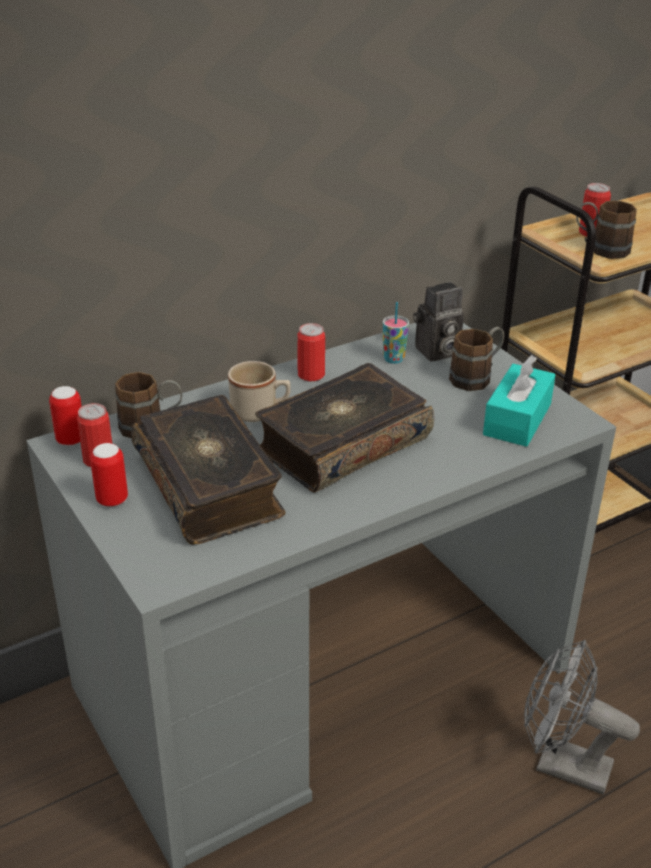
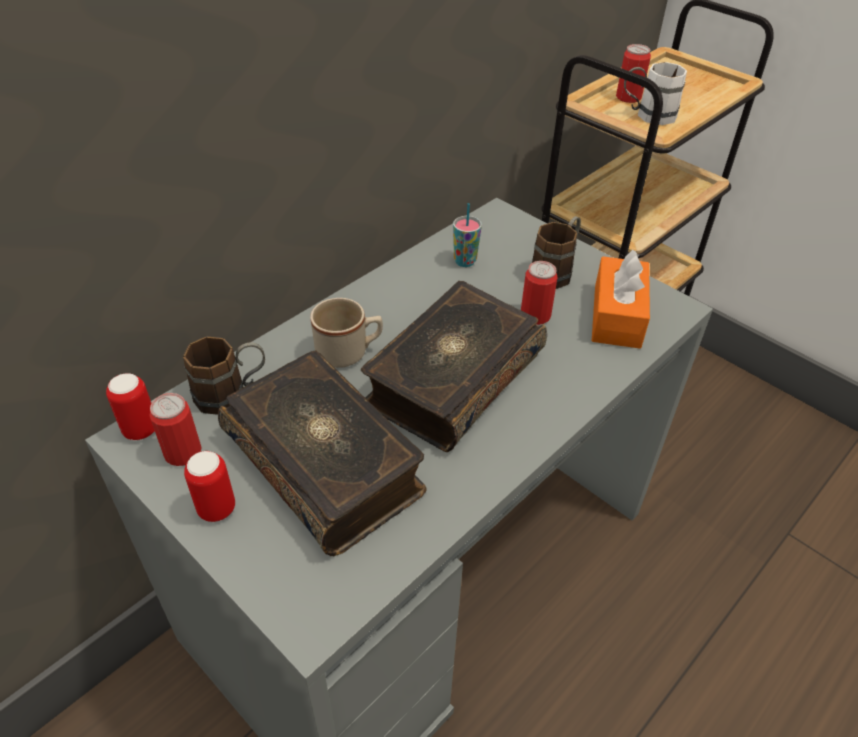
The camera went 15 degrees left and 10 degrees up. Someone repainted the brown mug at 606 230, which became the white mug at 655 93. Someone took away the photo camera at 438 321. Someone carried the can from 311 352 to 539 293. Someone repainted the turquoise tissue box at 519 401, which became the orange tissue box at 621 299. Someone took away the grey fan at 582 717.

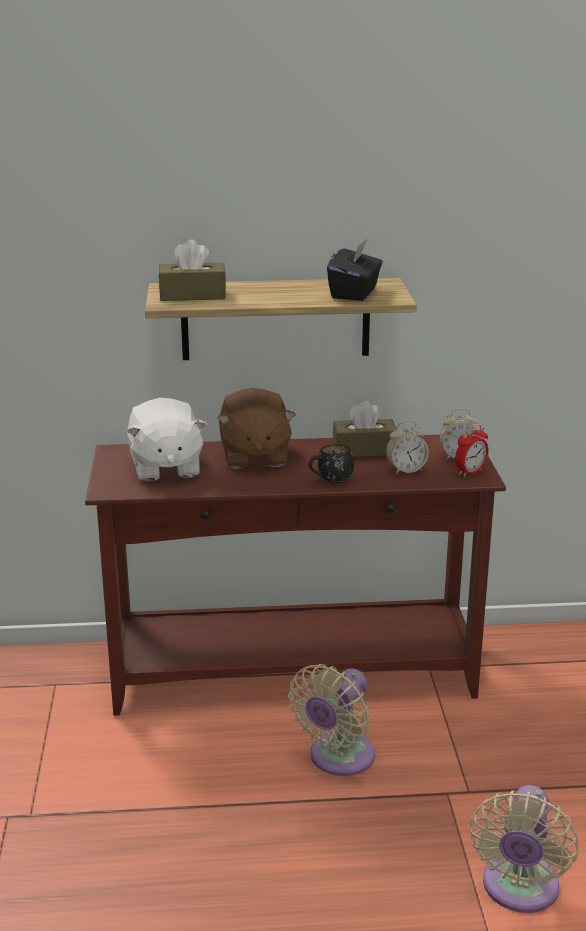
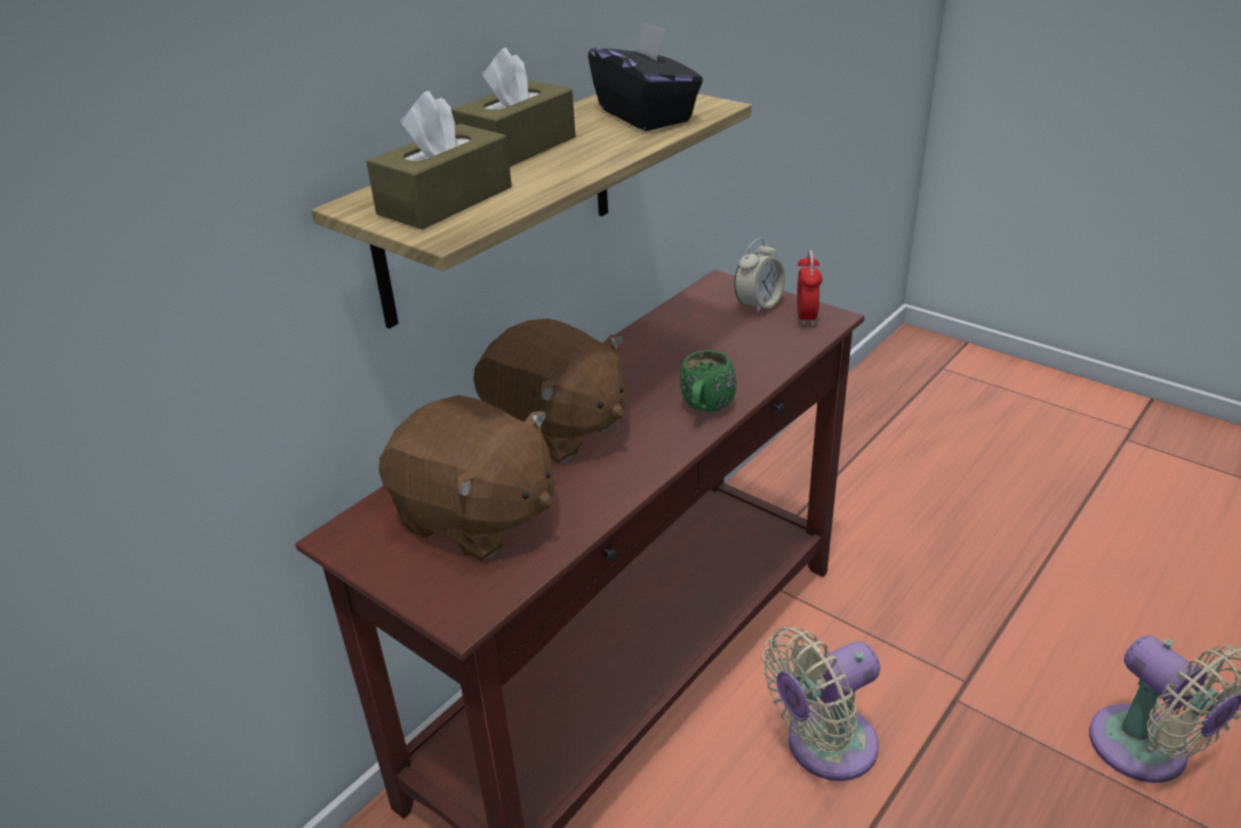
The camera went 45 degrees left and 10 degrees up. Someone repainted the white plush toy at 166 440, which became the brown plush toy at 466 478. Someone carried the brown tissue box from 365 429 to 513 107. Someone took away the alarm clock at 407 447. Someone repainted the black mug at 331 463, which became the green mug at 708 381. Someone rotated the beige fan at 331 720 by 75 degrees clockwise.

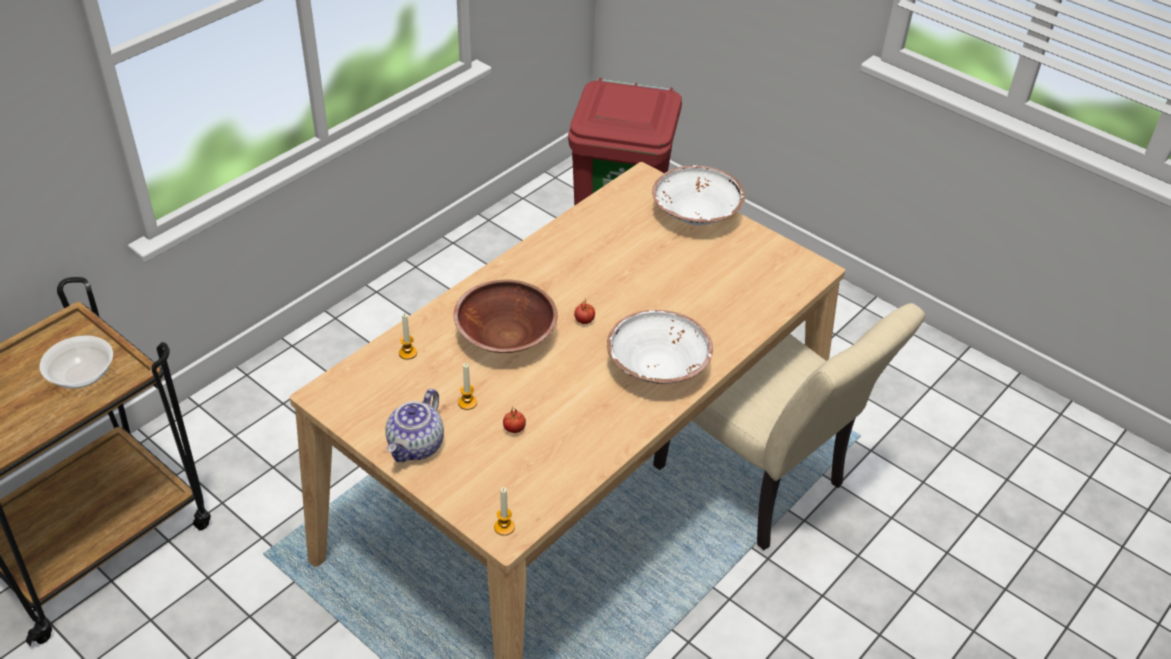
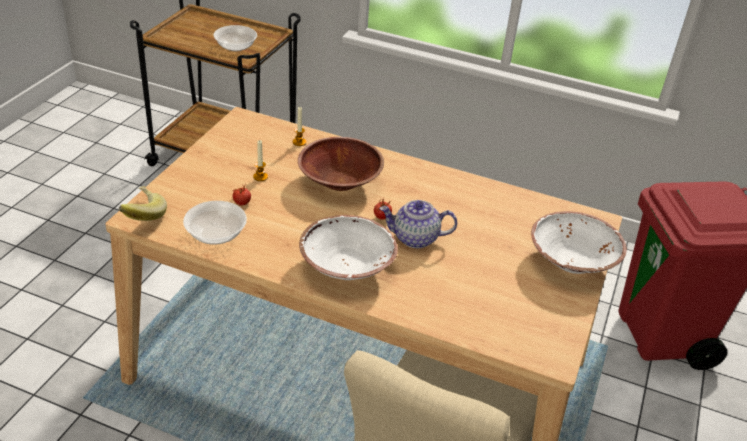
The camera went 70 degrees right and 5 degrees down. Someone carried the teapot from 415 425 to 418 224. Someone swapped the candle at 504 511 for the banana at 143 203. Someone put down the bowl at 215 223.

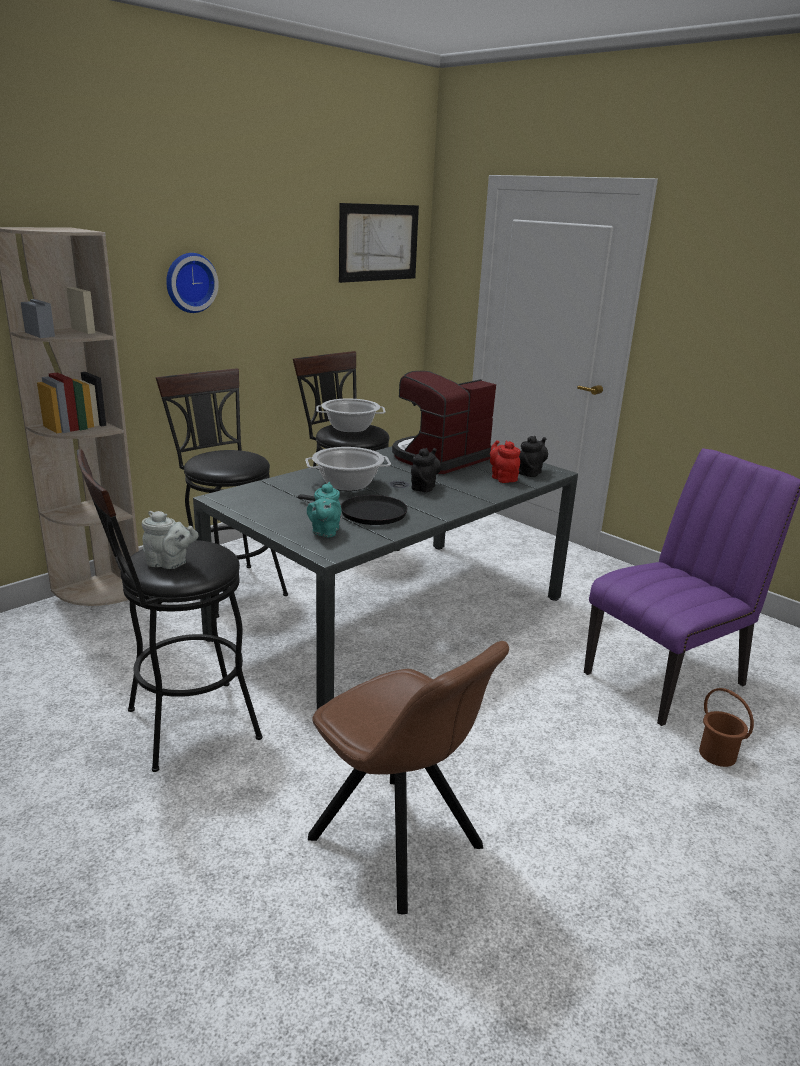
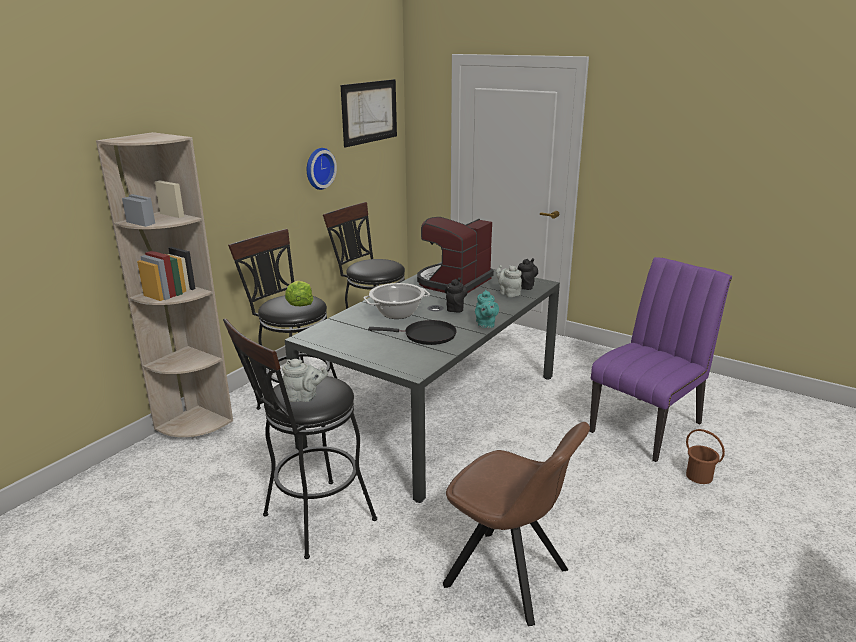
The camera went 10 degrees left and 0 degrees up. Someone carried the wall clock from 192 283 to 322 169. Someone took away the cooking pot at 351 416. Someone repainted the red teapot at 505 461, which became the grey teapot at 509 281. Someone carried the turquoise teapot from 324 509 to 487 309. Someone put down the lettuce at 299 293.

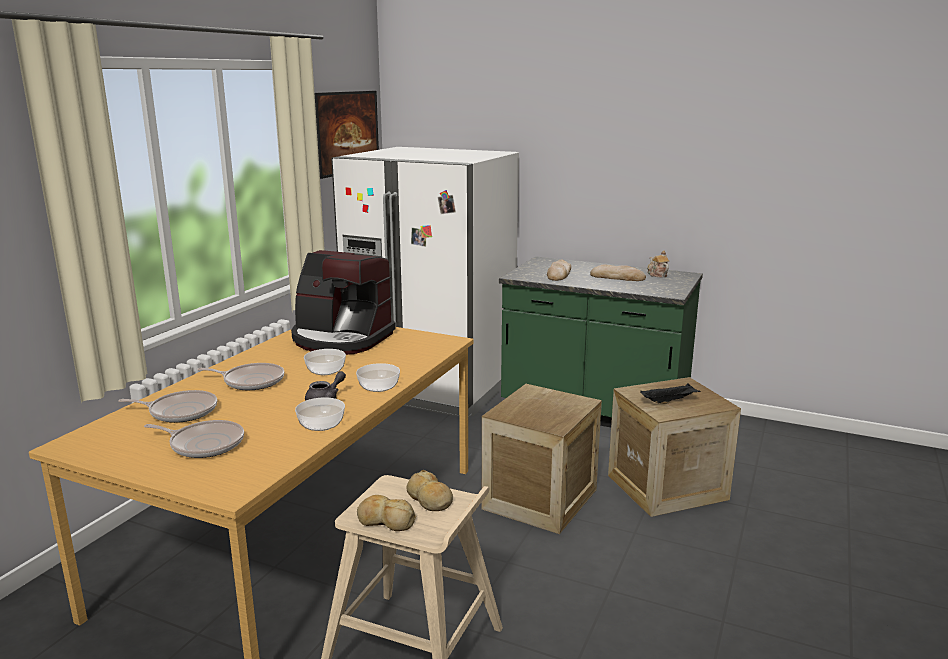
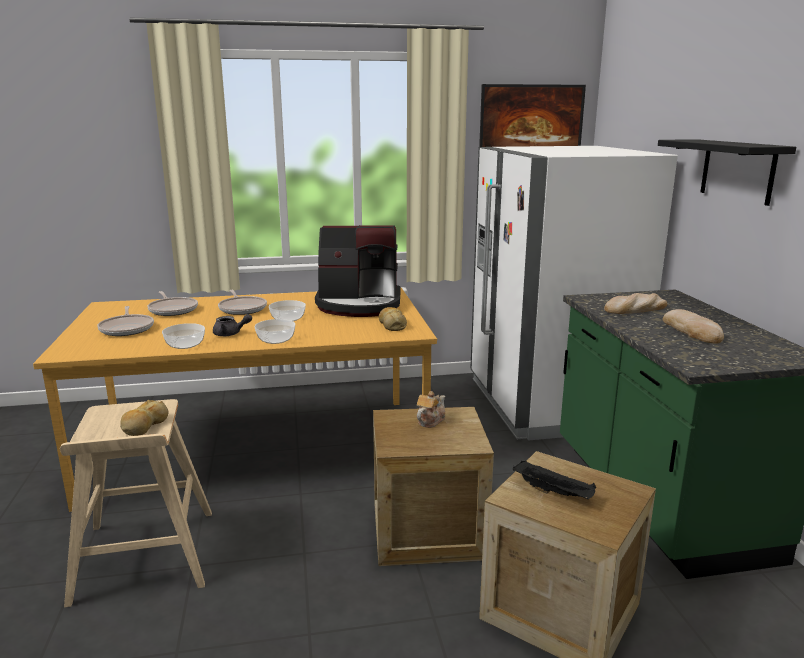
The camera went 55 degrees right and 0 degrees up. Someone rotated the coffee machine at 343 302 by 75 degrees counterclockwise. Someone carried the teapot from 658 264 to 431 409. Someone carried the bread from 386 513 to 393 319. Someone put up the black shelf at 727 172.

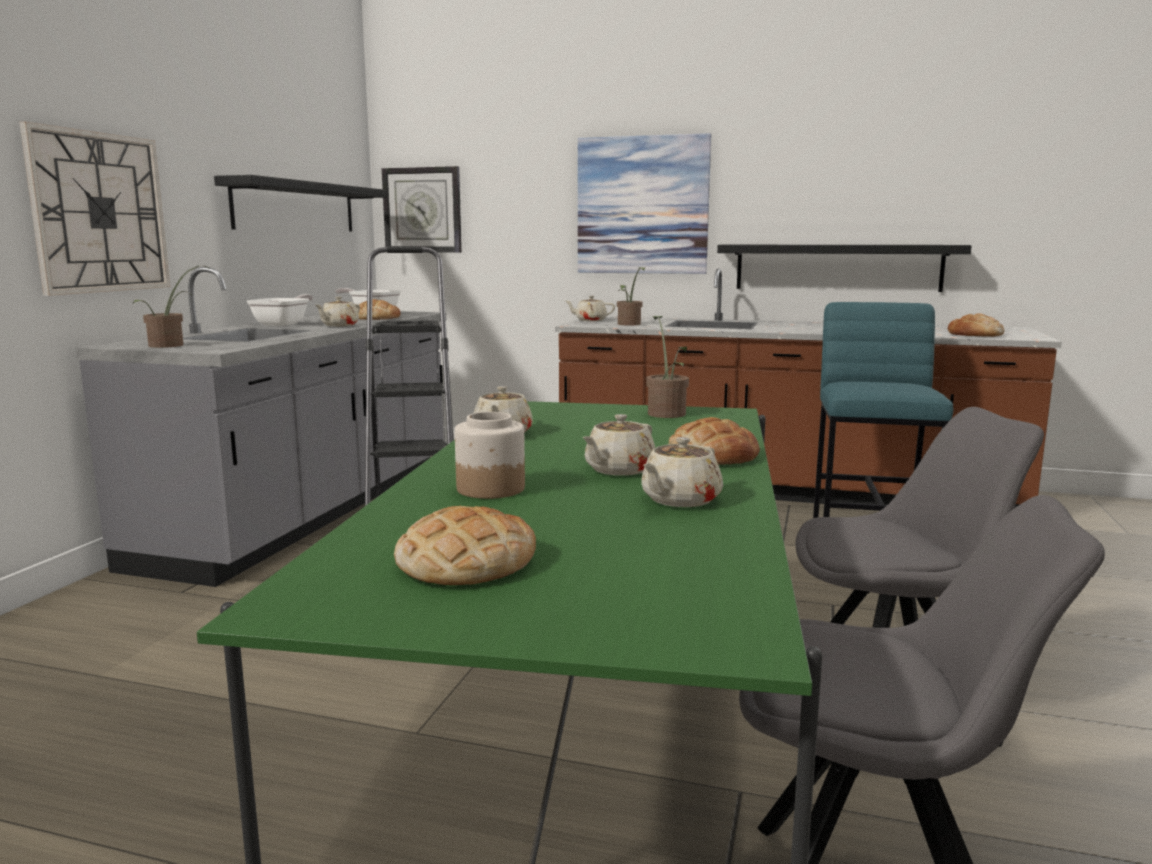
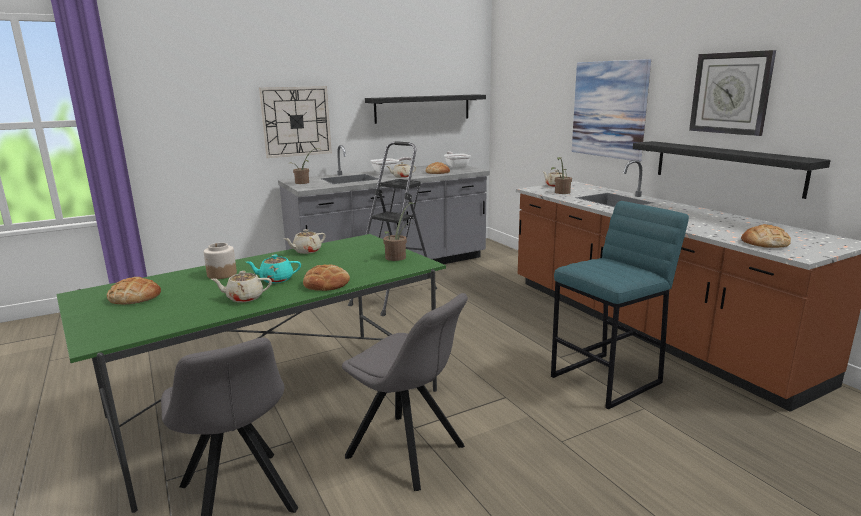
The camera went 45 degrees right and 5 degrees up. Someone carried the wall clock from 422 209 to 732 93. Someone repainted the beige teapot at 618 445, which became the turquoise teapot at 273 268.

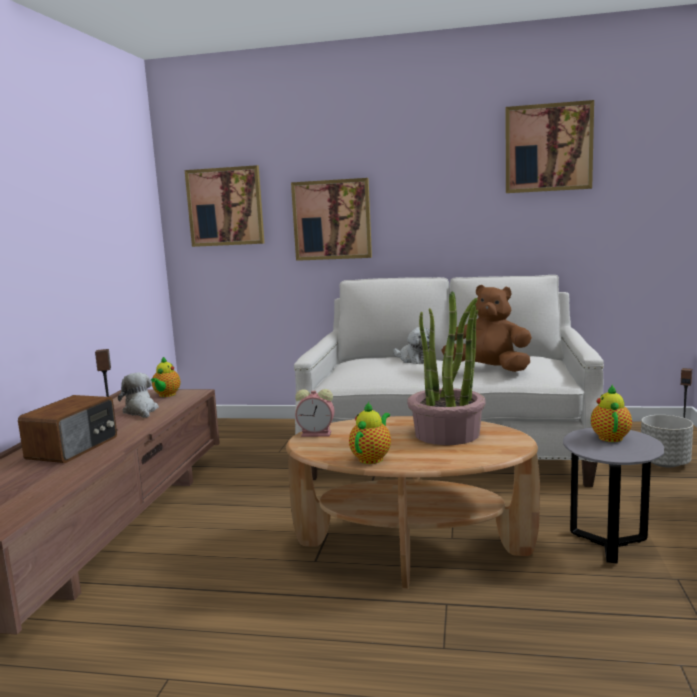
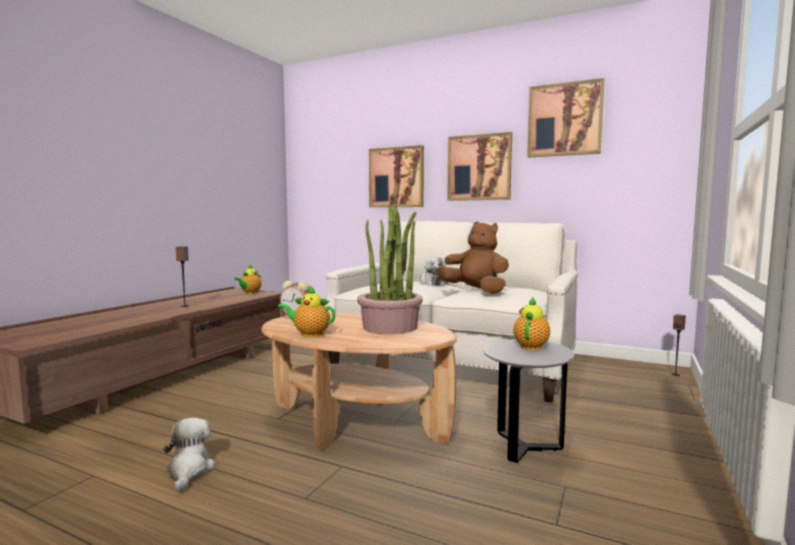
The camera went 15 degrees right and 5 degrees down. Someone carried the picture from 224 206 to 479 166. Someone carried the plush toy from 138 395 to 189 455. Someone took away the radio at 67 429. Someone rotated the teapot at 370 433 by 120 degrees counterclockwise. Someone took away the grey planter at 667 441.

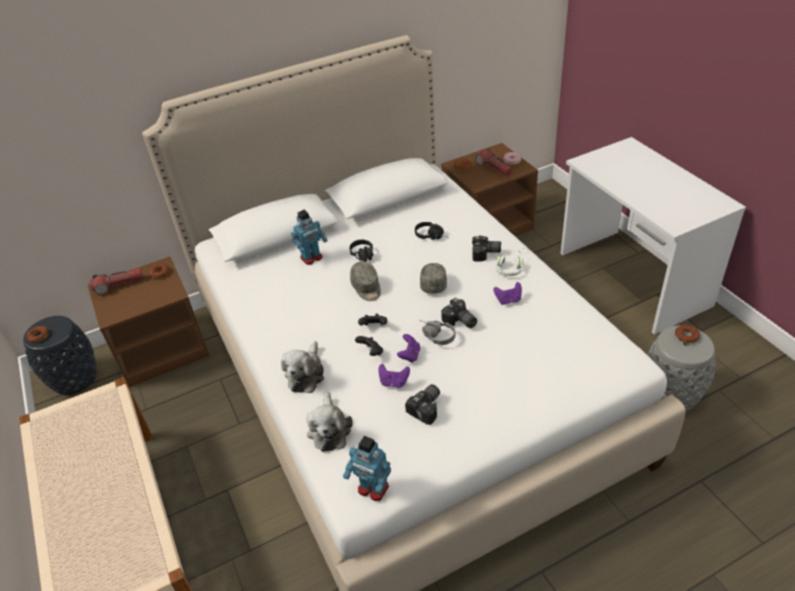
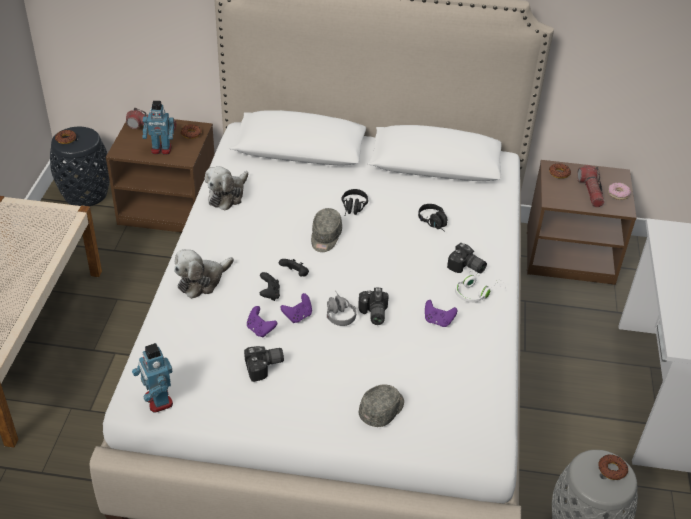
The camera went 30 degrees right and 0 degrees up. Someone carried the toy robot from 309 237 to 158 128. Someone carried the grey cap from 433 278 to 381 406. Someone carried the plush toy from 329 422 to 226 188.

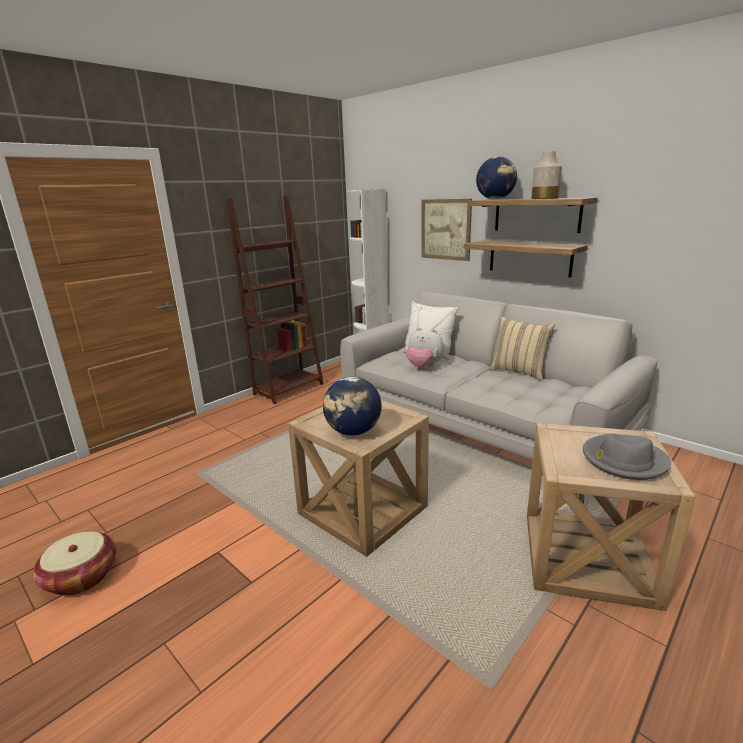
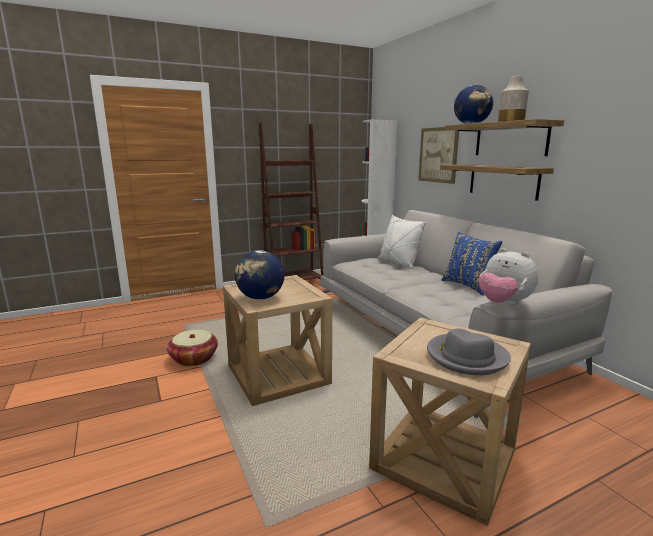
The camera went 20 degrees right and 5 degrees down. Someone repainted the beige pillow at 522 349, which became the blue pillow at 472 263. Someone carried the plush toy from 425 347 to 508 276. Someone carried the basket from 74 563 to 192 348.

